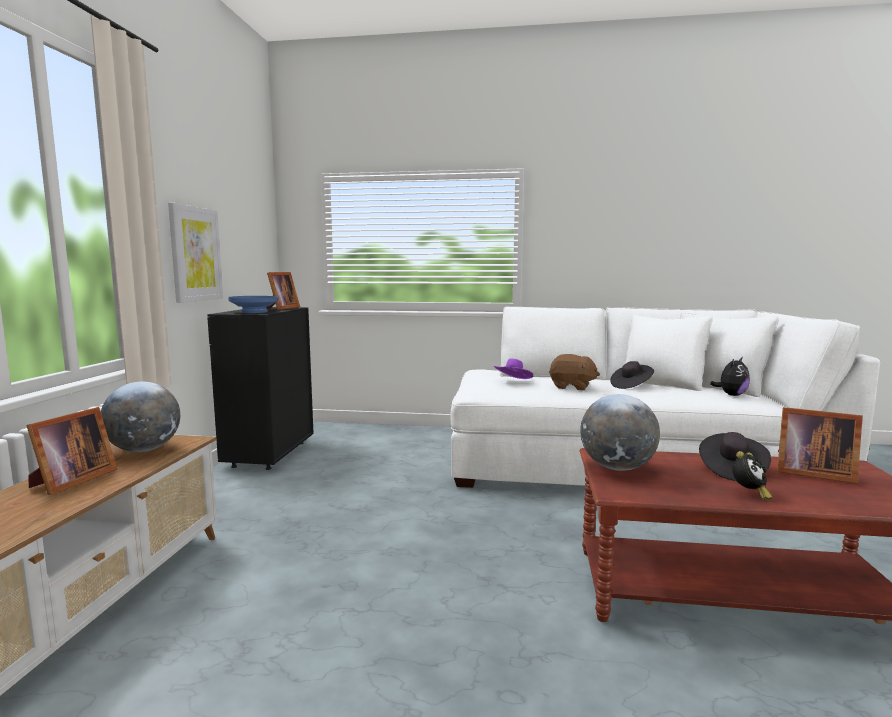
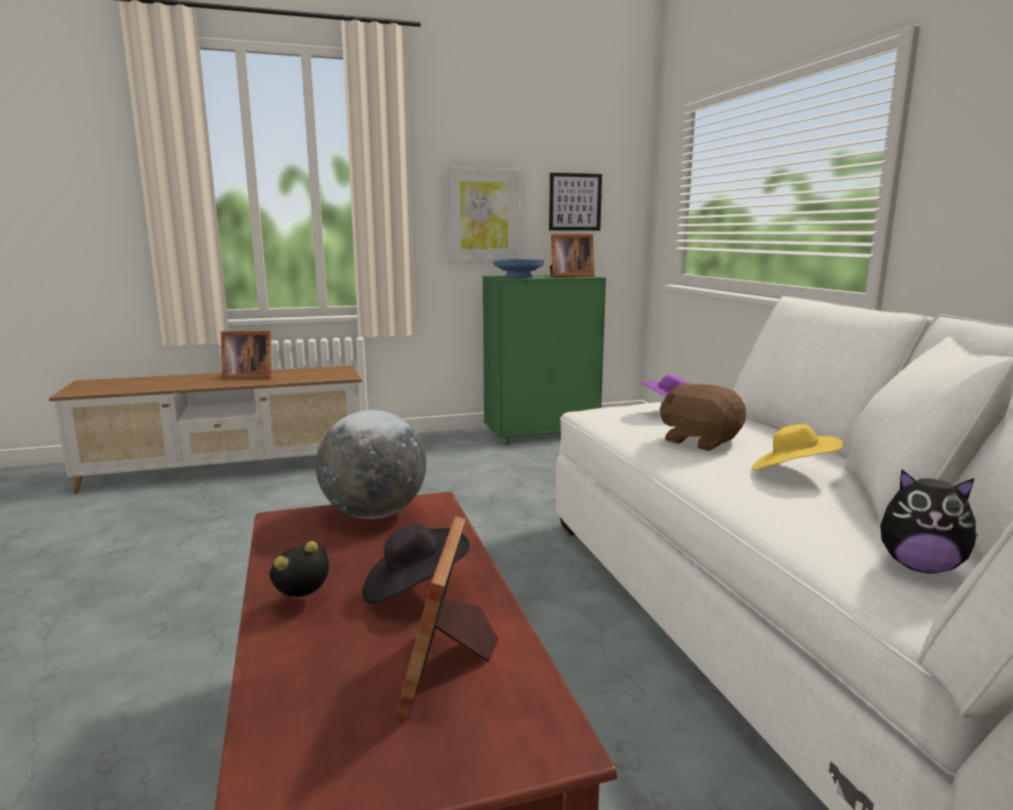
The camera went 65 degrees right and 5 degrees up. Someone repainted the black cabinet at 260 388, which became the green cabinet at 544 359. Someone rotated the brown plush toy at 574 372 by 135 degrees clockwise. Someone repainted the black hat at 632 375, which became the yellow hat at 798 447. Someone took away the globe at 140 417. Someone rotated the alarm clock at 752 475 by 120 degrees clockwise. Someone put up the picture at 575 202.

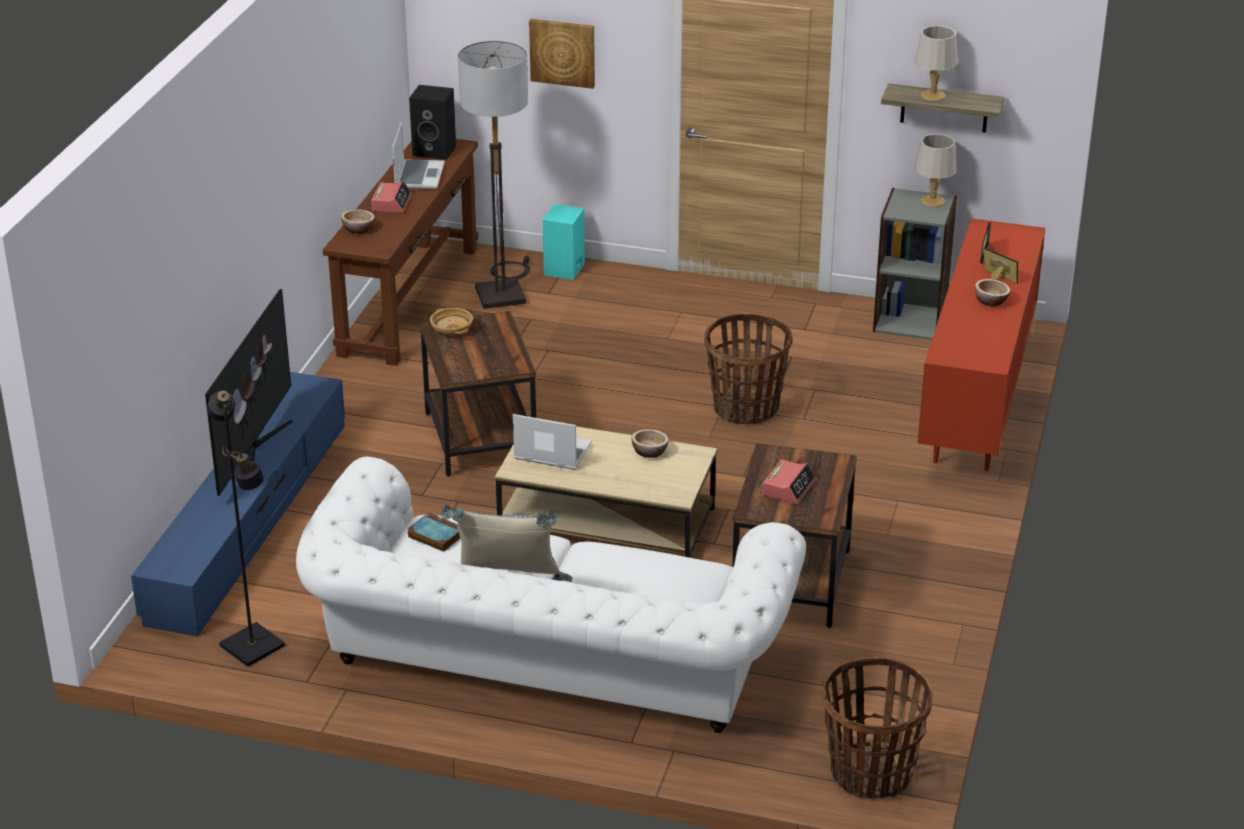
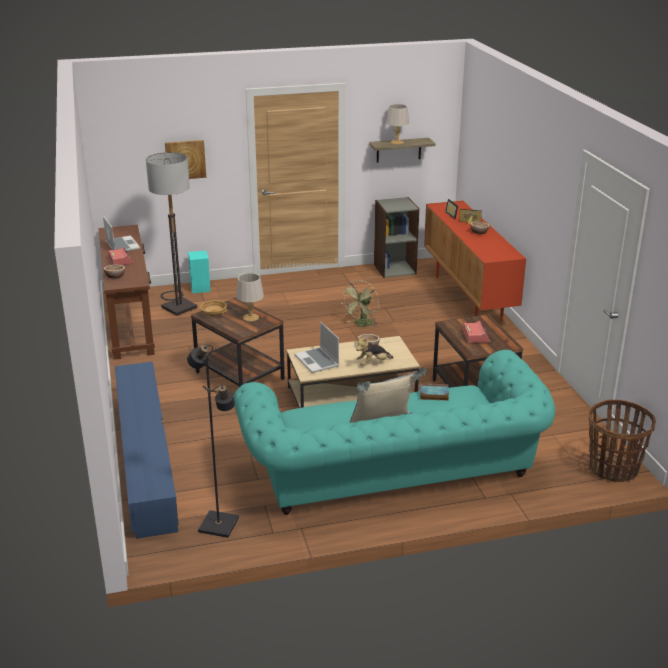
The camera went 30 degrees left and 5 degrees down. Someone took away the black speaker at 432 122. Someone carried the grey table lamp from 935 170 to 250 297. Someone took away the television at 249 392. Someone swapped the basket at 748 368 for the green fan at 360 303. Someone rotated the laptop at 552 442 by 105 degrees counterclockwise. Someone repainted the white sofa at 551 594, which became the turquoise sofa at 394 432. Someone carried the book from 434 532 to 434 392. Someone put down the plush toy at 375 351.

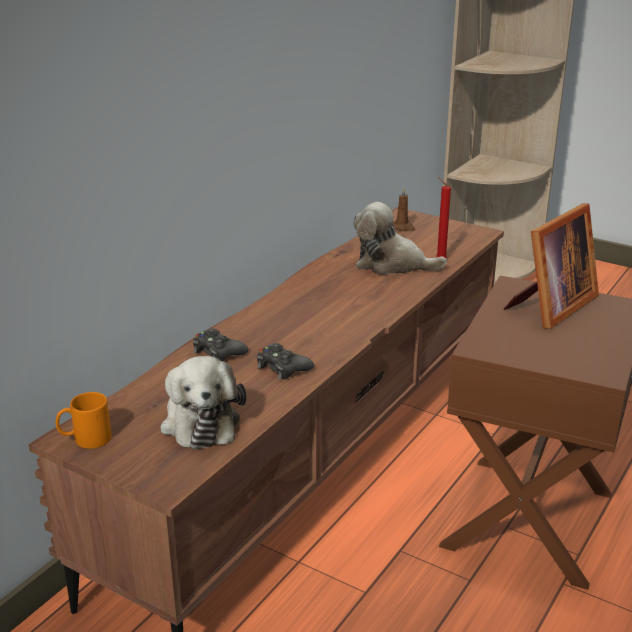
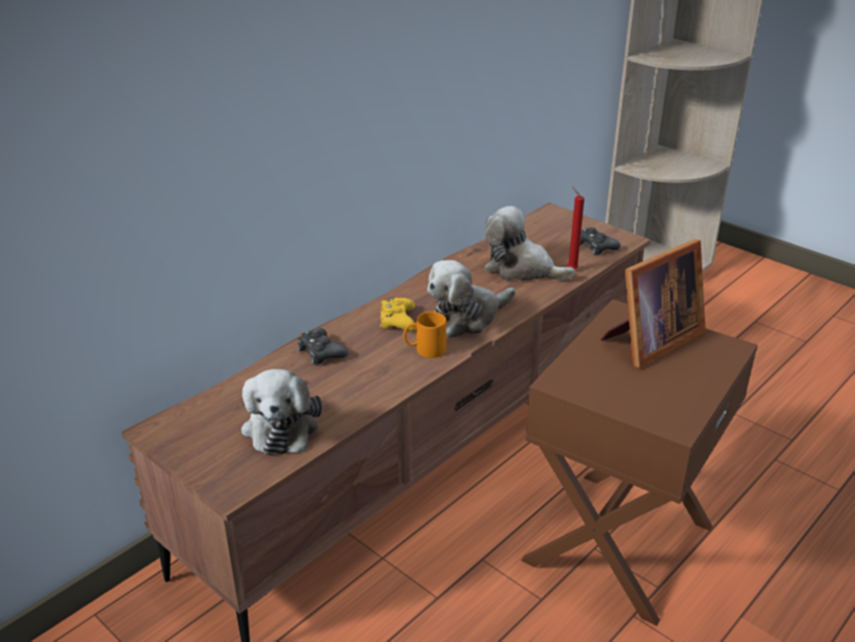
The camera went 10 degrees right and 5 degrees up. Someone took away the brown candle at 404 209. Someone carried the black game controller from 285 361 to 600 241. Someone carried the orange mug from 84 420 to 424 335. Someone put down the plush toy at 471 299. Someone put down the yellow game controller at 398 314.

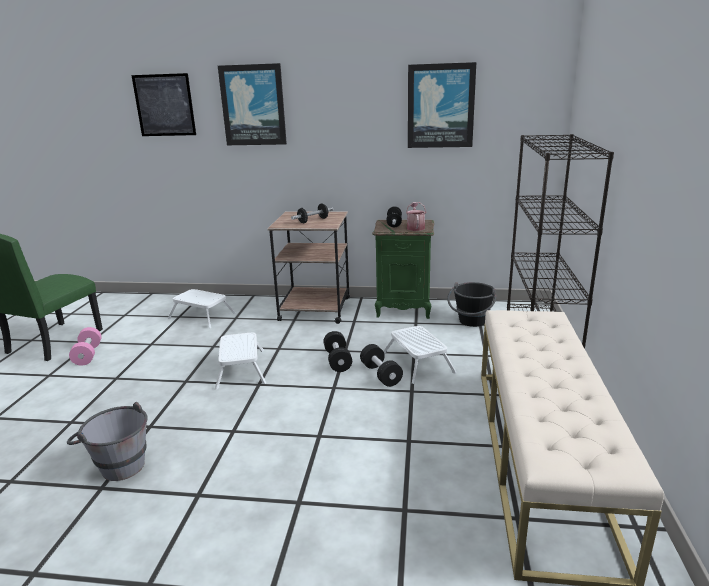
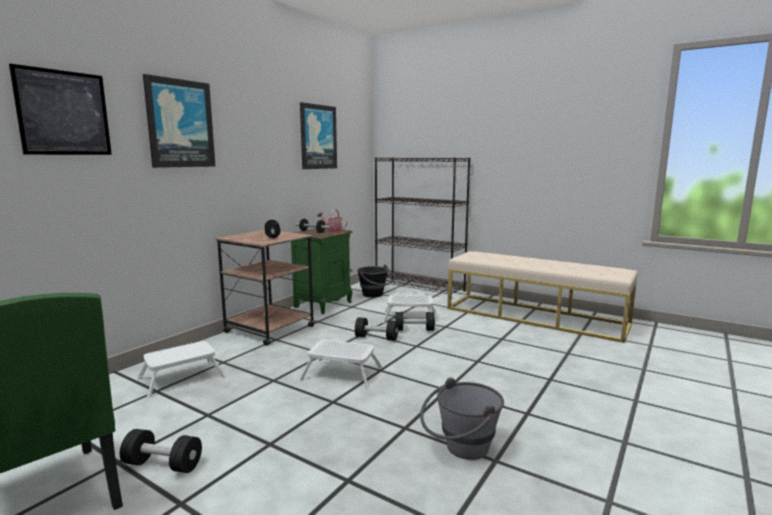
The camera went 65 degrees left and 10 degrees down. Someone repainted the pink dumbbell at 85 346, which became the black dumbbell at 161 451.

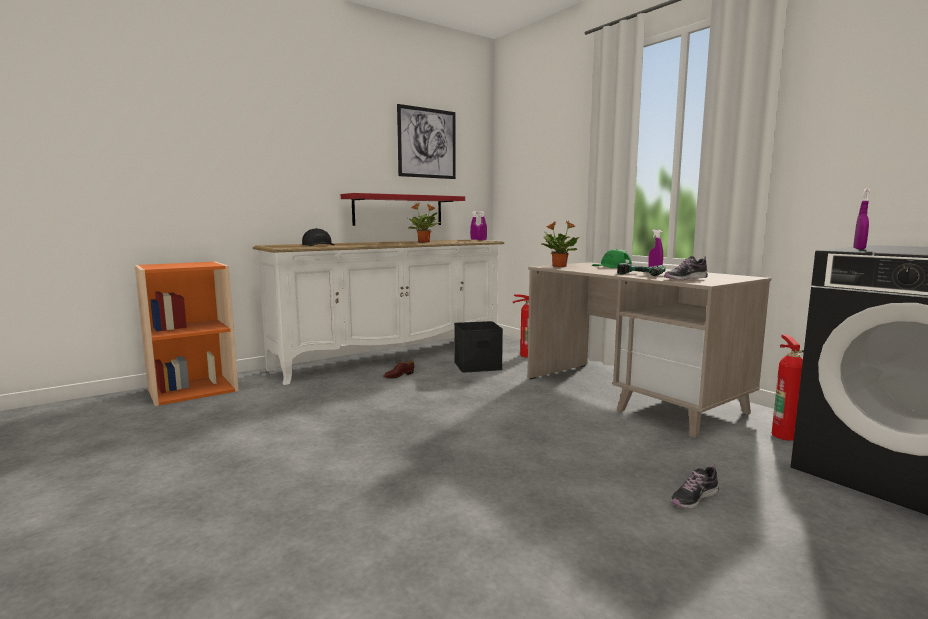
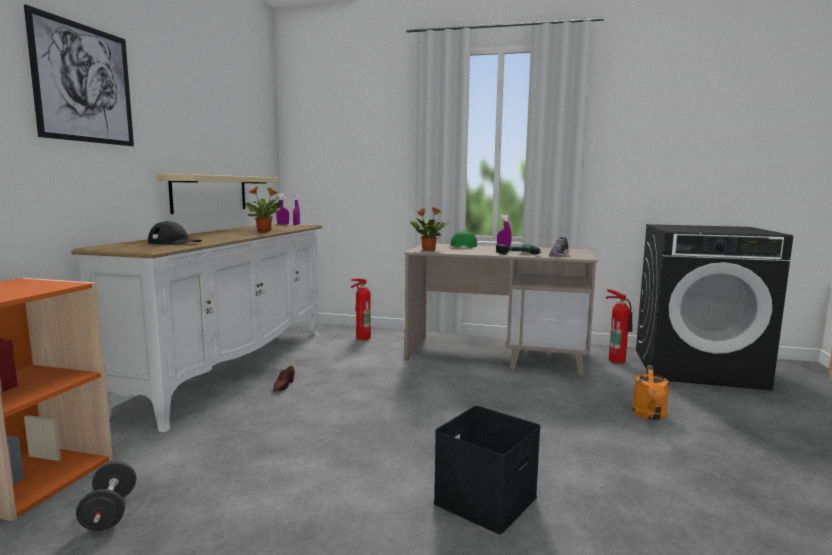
The camera went 40 degrees left and 0 degrees up. Someone carried the picture from 426 141 to 79 75. Someone took away the purple spray bottle at 862 218. Someone repainted the red shelf at 403 209, which became the beige shelf at 218 194. Someone carried the black storage box from 478 347 to 487 470. Someone swapped the shoe at 695 486 for the orange watering can at 650 392. Someone put down the black dumbbell at 106 496.

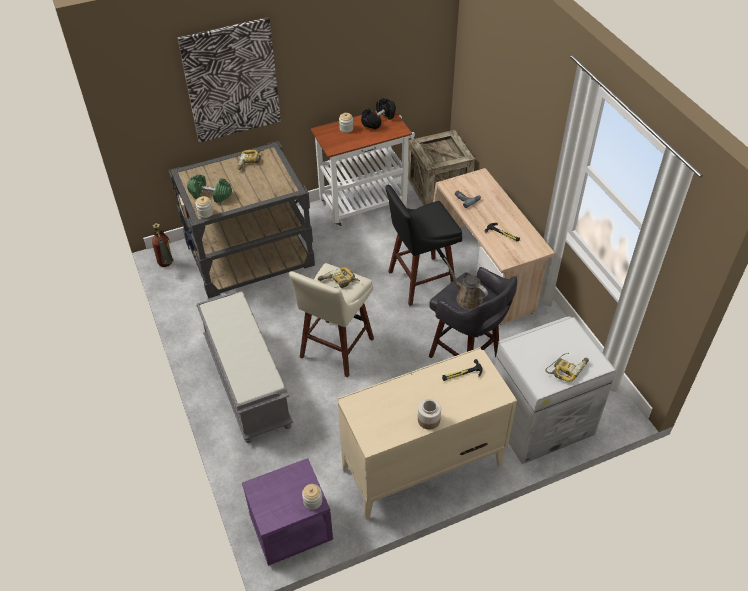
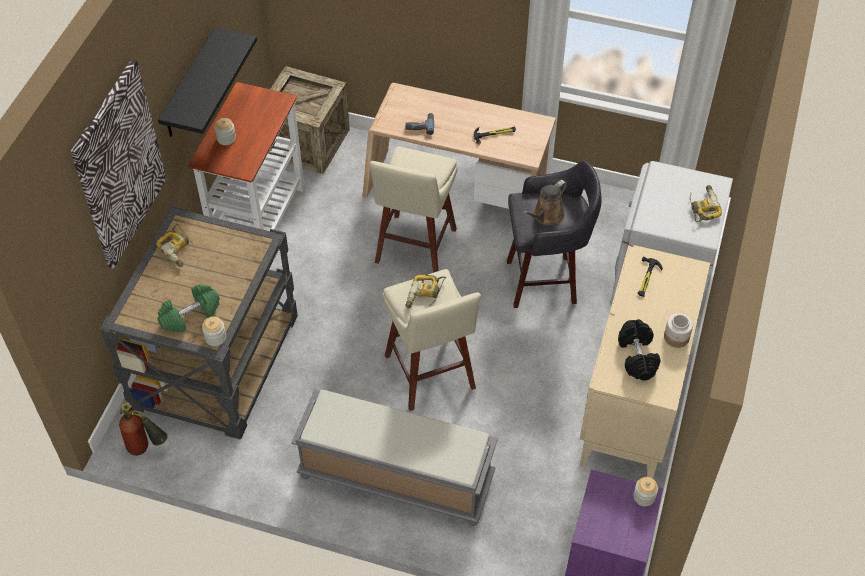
The camera went 50 degrees left and 5 degrees up. Someone carried the black dumbbell from 378 113 to 639 350. Someone repainted the black stool at 423 245, which became the beige stool at 413 210. Someone rotated the brown watering can at 465 283 by 45 degrees counterclockwise. Someone put up the black shelf at 207 82.

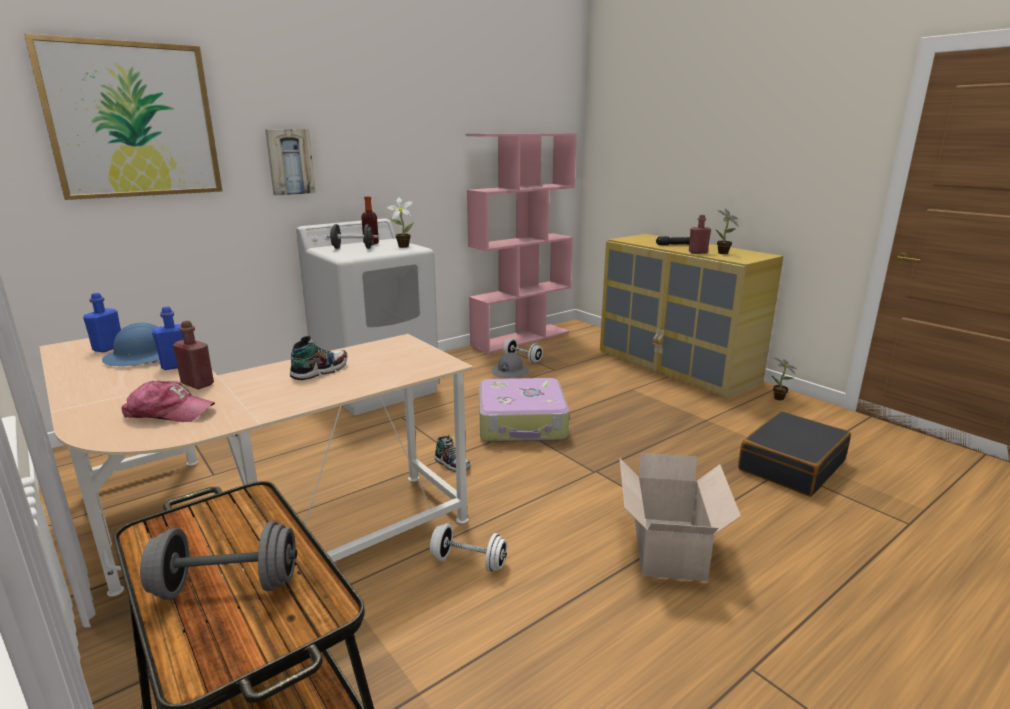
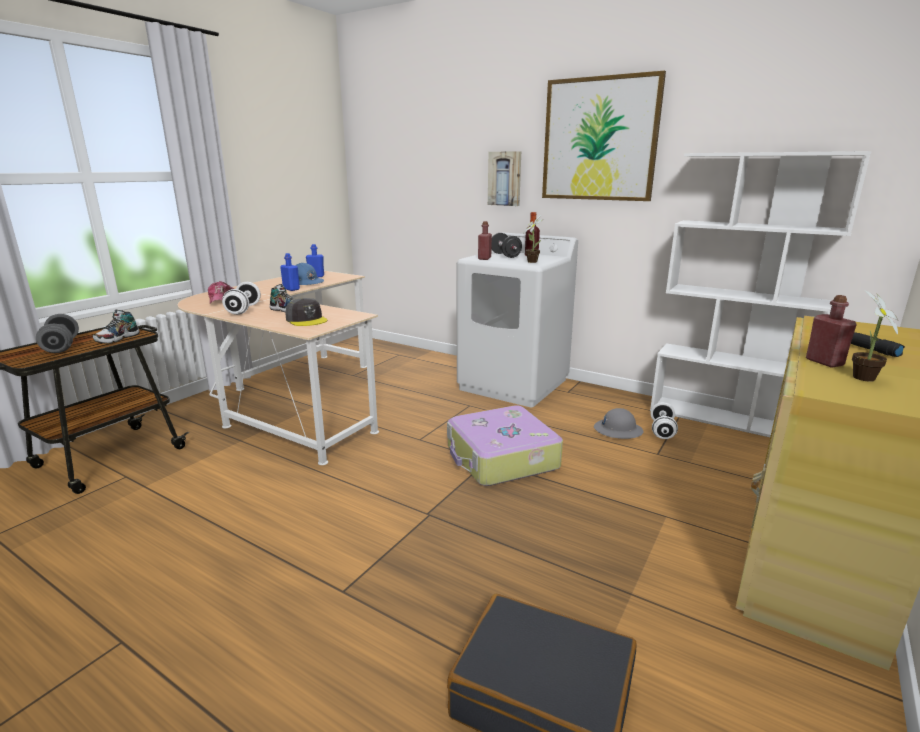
The camera went 70 degrees right and 0 degrees up. Someone carried the picture from 123 116 to 604 135. Someone repainted the pink bookcase at 521 243, which became the white bookcase at 760 294. Someone carried the red bottle from 193 354 to 485 240. Someone took away the potted plant at 784 378. Someone carried the shoe from 452 453 to 116 327. Someone took away the cardboard box at 680 517. Someone carried the white dumbbell from 468 547 to 241 298. Someone put down the grey cap at 306 312.

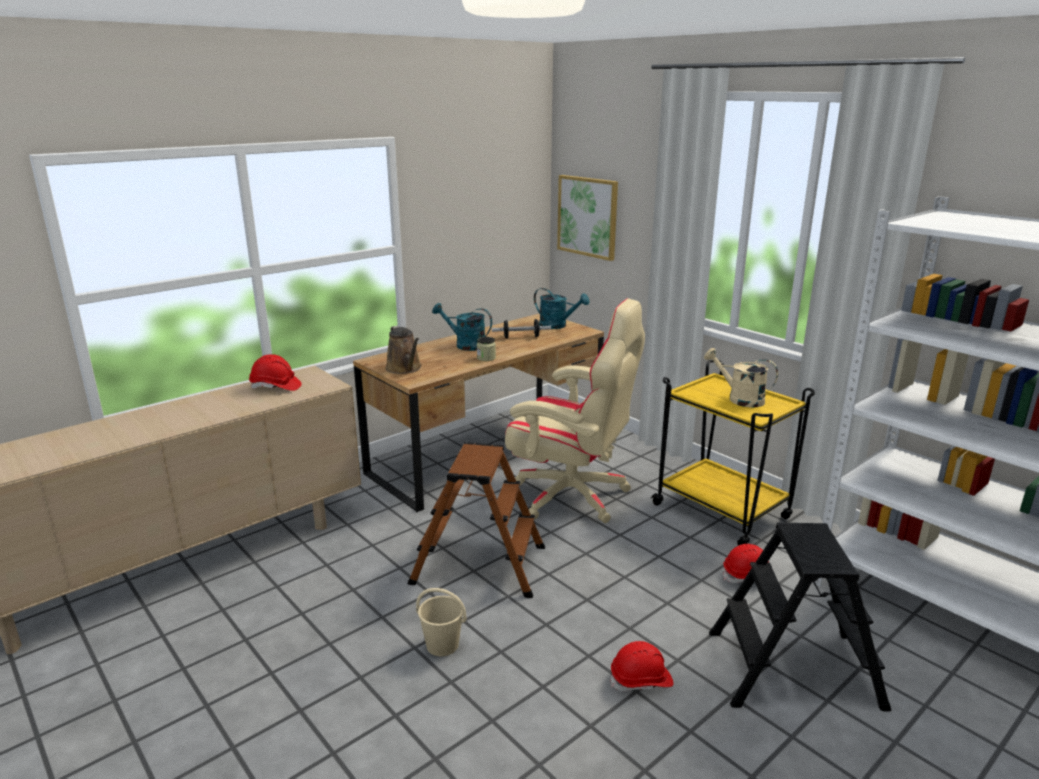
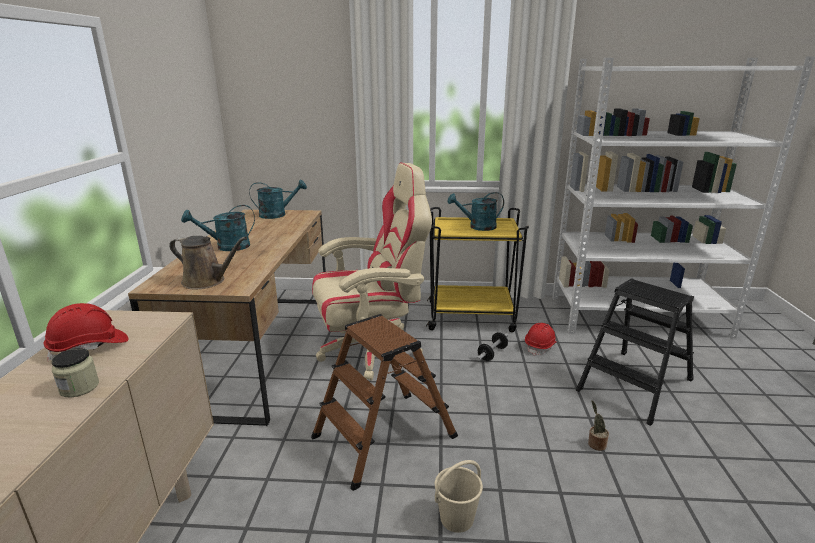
The camera went 45 degrees left and 0 degrees up. Someone took away the picture at 587 218. Someone carried the dumbbell from 521 328 to 492 346. Someone carried the jar from 486 349 to 75 372. Someone repainted the beige watering can at 741 378, which became the turquoise watering can at 476 211. Someone swapped the red hard hat at 642 666 for the potted plant at 598 426.

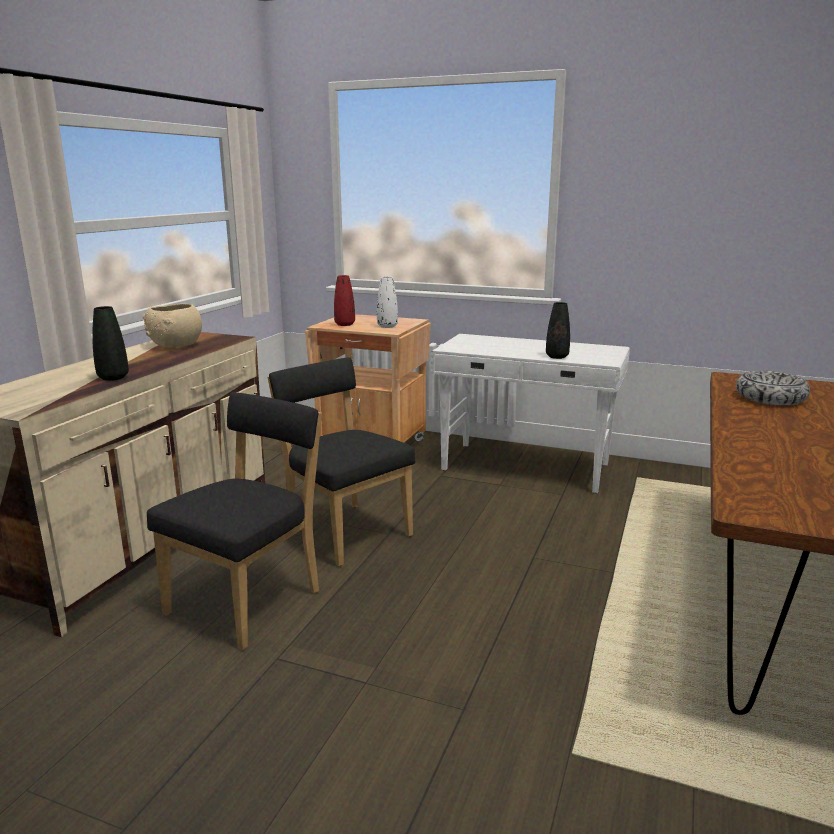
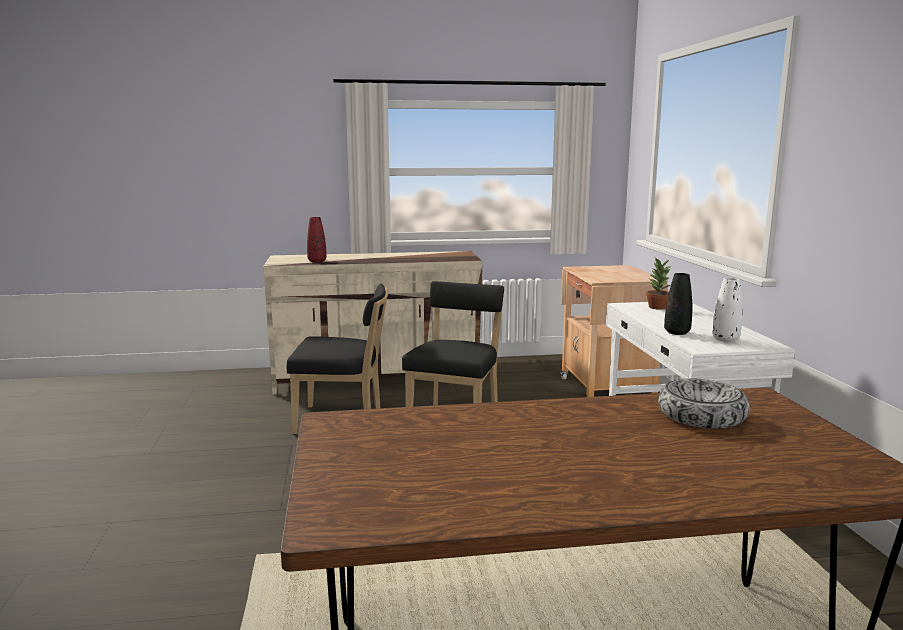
The camera went 60 degrees right and 5 degrees down. Someone carried the red vase from 344 300 to 317 239. Someone carried the white vase from 387 302 to 727 310. Someone took away the beige bowl at 172 326. Someone took away the black vase at 110 343. Someone put down the potted plant at 658 284.

